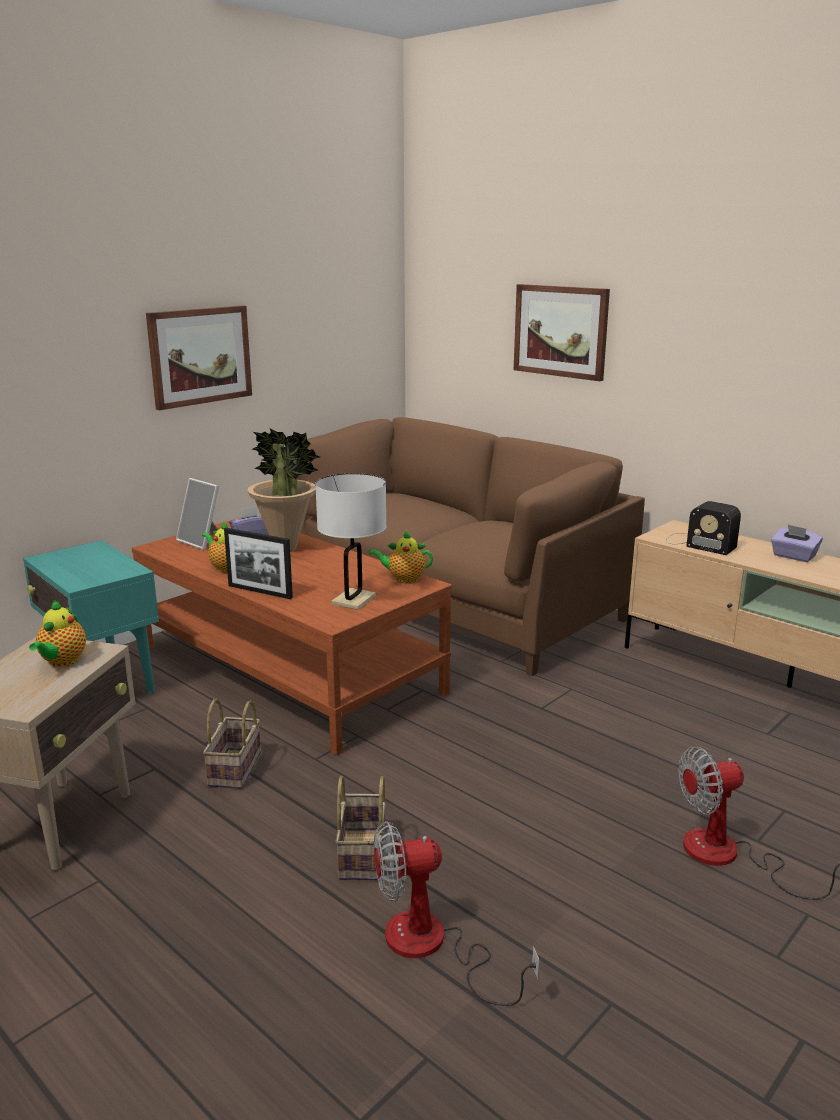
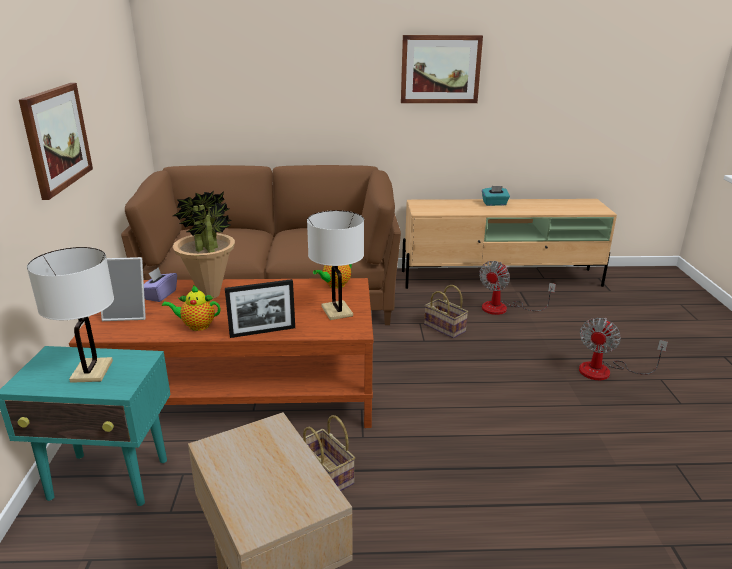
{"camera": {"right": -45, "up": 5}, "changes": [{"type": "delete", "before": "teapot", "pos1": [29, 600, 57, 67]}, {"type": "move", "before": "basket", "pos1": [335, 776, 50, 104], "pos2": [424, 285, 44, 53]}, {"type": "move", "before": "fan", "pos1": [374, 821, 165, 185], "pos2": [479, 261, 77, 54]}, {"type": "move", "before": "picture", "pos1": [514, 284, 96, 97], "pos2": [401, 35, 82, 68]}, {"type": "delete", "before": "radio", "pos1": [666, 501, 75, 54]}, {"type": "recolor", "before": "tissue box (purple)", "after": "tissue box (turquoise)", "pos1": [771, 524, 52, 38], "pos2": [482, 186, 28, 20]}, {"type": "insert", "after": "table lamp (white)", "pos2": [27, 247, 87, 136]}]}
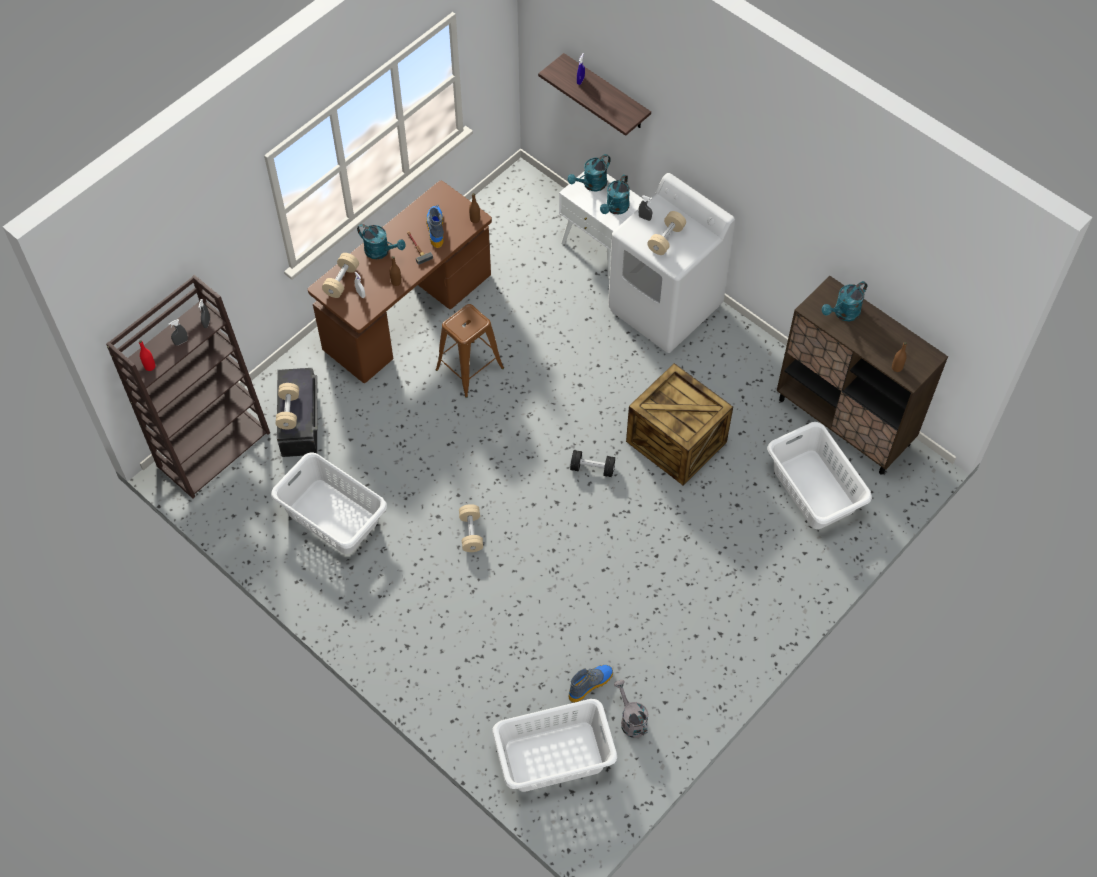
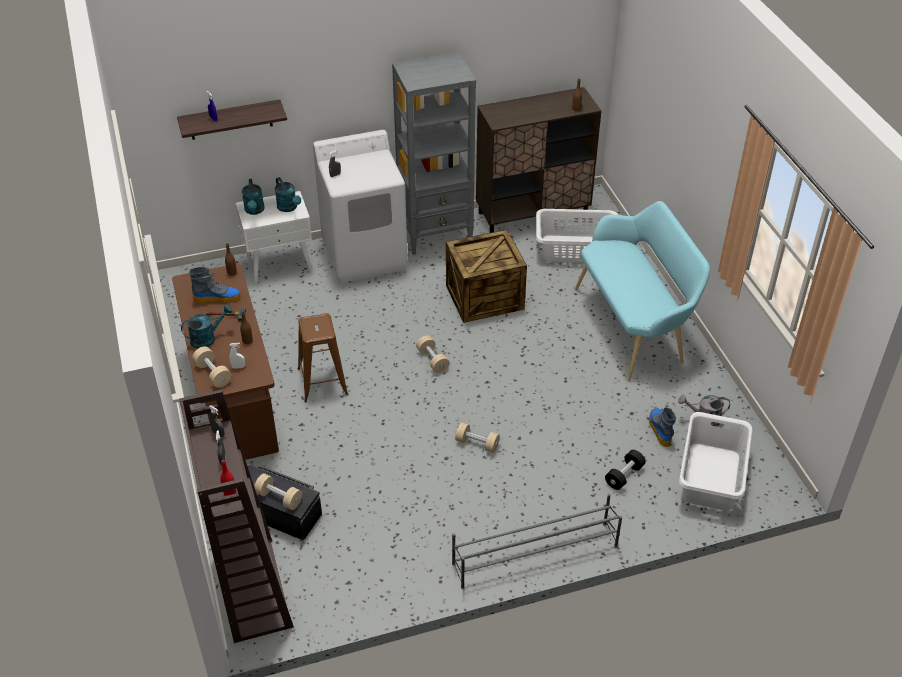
{"camera": {"right": -60, "up": -15}, "changes": [{"type": "delete", "before": "laundry basket (white)", "pos1": [271, 452, 116, 102]}, {"type": "rotate", "before": "boot", "pos1": [426, 205, 18, 43], "pos2": [189, 267, 51, 36], "turn": 150}, {"type": "move", "before": "dumbbell (black)", "pos1": [570, 450, 45, 27], "pos2": [605, 450, 40, 40]}, {"type": "move", "before": "dumbbell (beige)", "pos1": [647, 211, 39, 44], "pos2": [416, 336, 34, 37]}, {"type": "delete", "before": "watering can (turquoise)", "pos1": [822, 281, 45, 40]}, {"type": "insert", "after": "bookcase (grey)", "pos2": [392, 52, 84, 203]}, {"type": "insert", "after": "shoe rack (grey)", "pos2": [452, 493, 170, 96]}, {"type": "insert", "after": "bench (turquoise)", "pos2": [575, 201, 135, 180]}]}
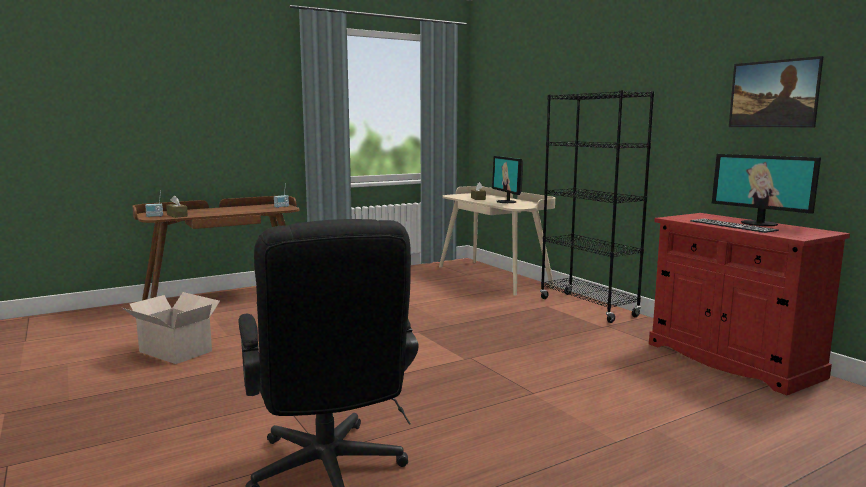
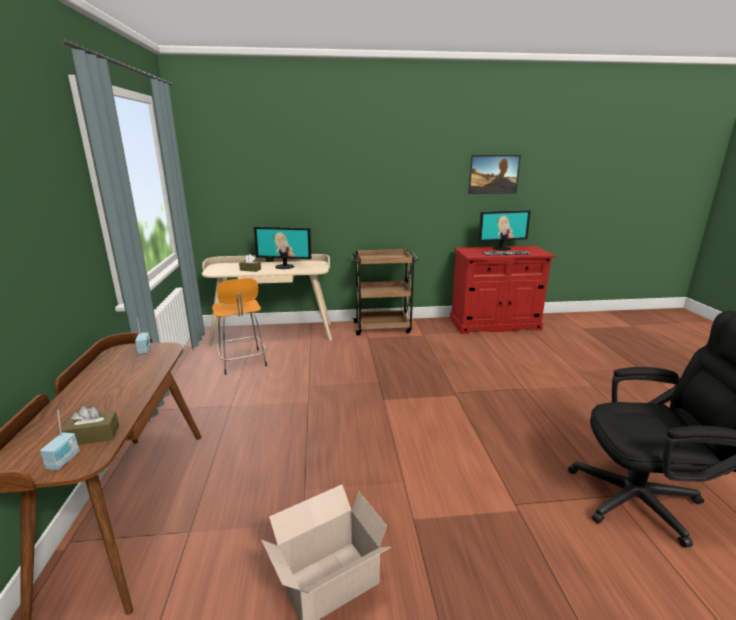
{"camera": {"right": -65, "up": 10}, "changes": [{"type": "replace", "before": "bookcase (black)", "after": "cart (brown)", "pos1": [540, 90, 114, 233], "pos2": [351, 249, 68, 87]}, {"type": "insert", "after": "stool (orange)", "pos2": [212, 278, 55, 97]}]}
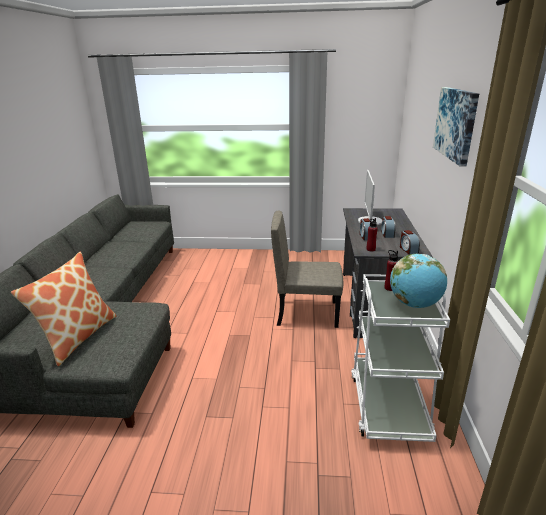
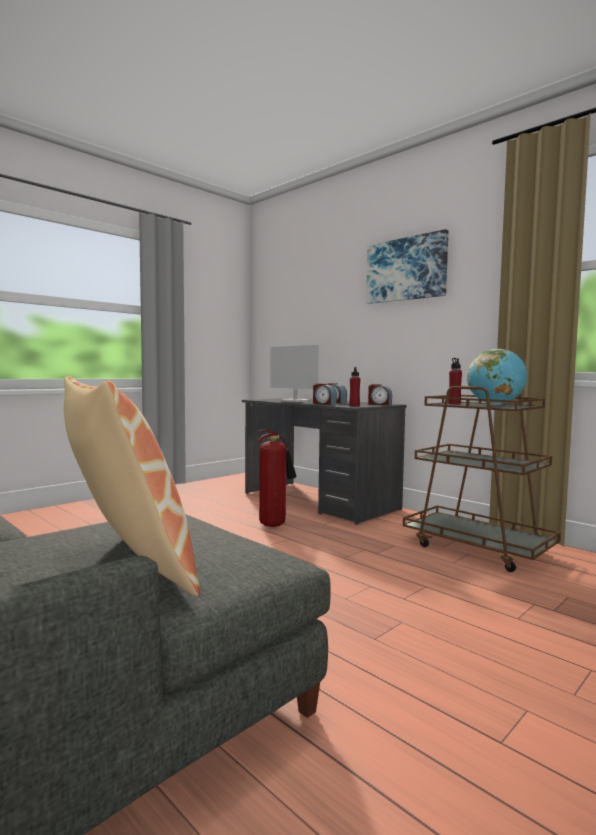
{"camera": {"right": -50, "up": -20}, "changes": [{"type": "replace", "before": "chair (beige)", "after": "fire extinguisher", "pos1": [271, 210, 73, 118], "pos2": [258, 430, 38, 97]}, {"type": "recolor", "before": "cart (white)", "after": "cart (brown)", "pos1": [351, 274, 99, 168], "pos2": [403, 386, 158, 186]}]}
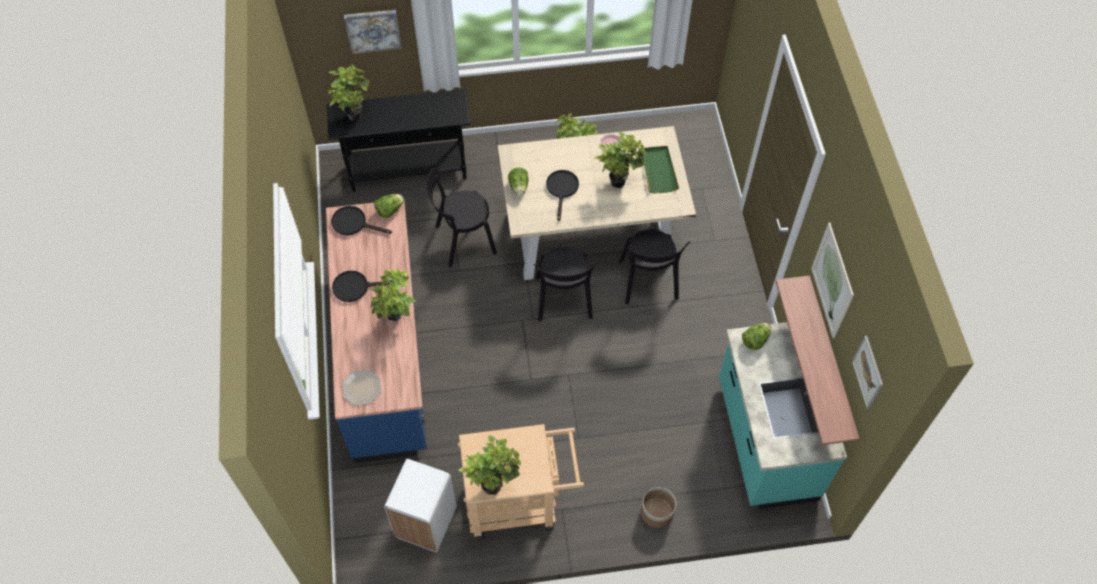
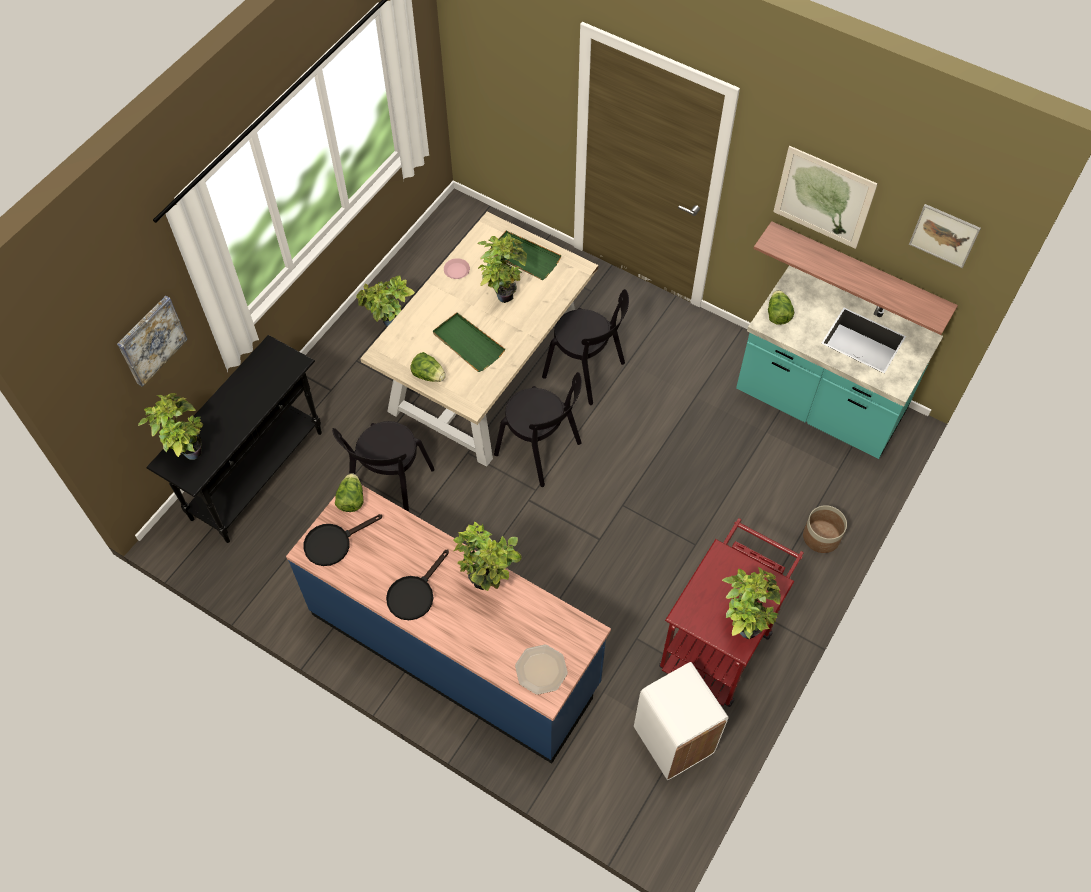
{"camera": {"right": -50, "up": 0}, "changes": [{"type": "recolor", "before": "cart (beige)", "after": "cart (red)", "pos1": [458, 424, 126, 116], "pos2": [659, 518, 145, 189]}, {"type": "replace", "before": "frying pan (black)", "after": "tray (green)", "pos1": [546, 170, 33, 51], "pos2": [433, 312, 72, 60]}]}
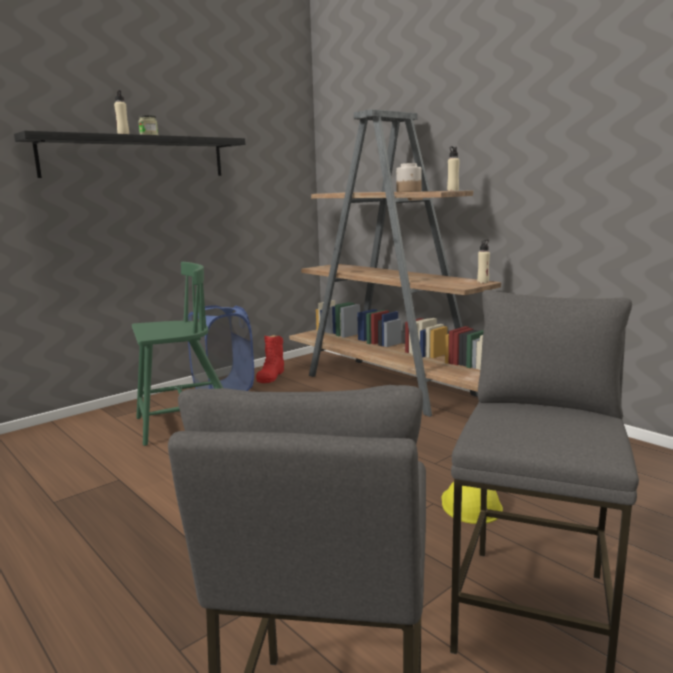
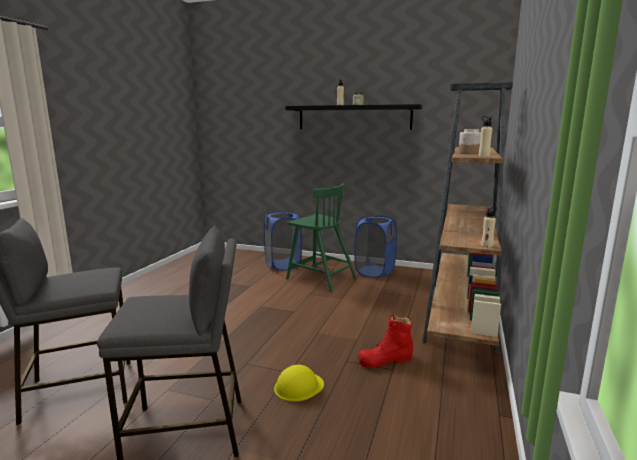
{"camera": {"right": 60, "up": 0}, "changes": [{"type": "move", "before": "boot (red)", "pos1": [256, 335, 28, 48], "pos2": [359, 315, 54, 53]}, {"type": "insert", "after": "laundry basket (blue)", "pos2": [264, 211, 38, 60]}]}
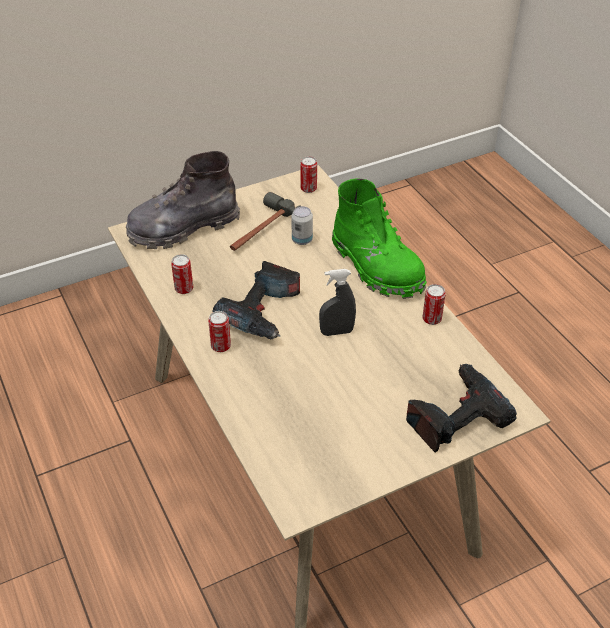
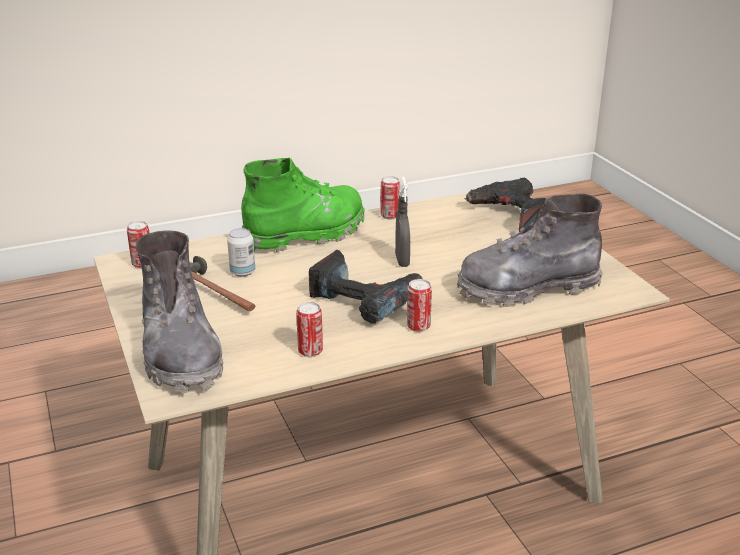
{"camera": {"right": -85, "up": -15}, "changes": [{"type": "insert", "after": "boot (grey)", "pos2": [457, 194, 146, 113]}]}
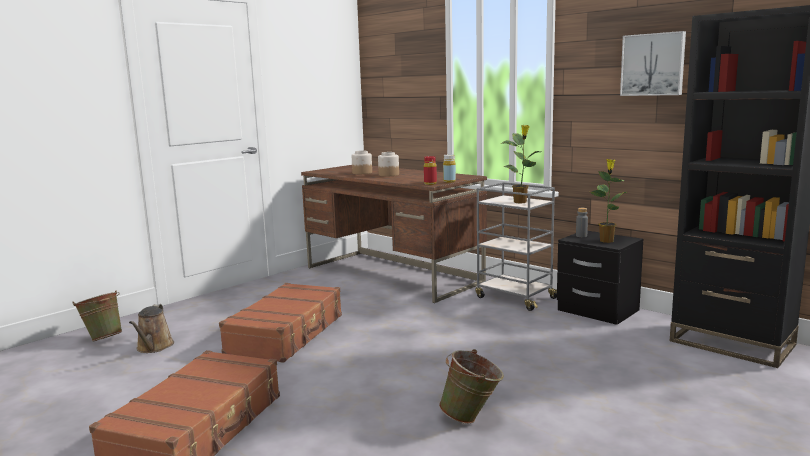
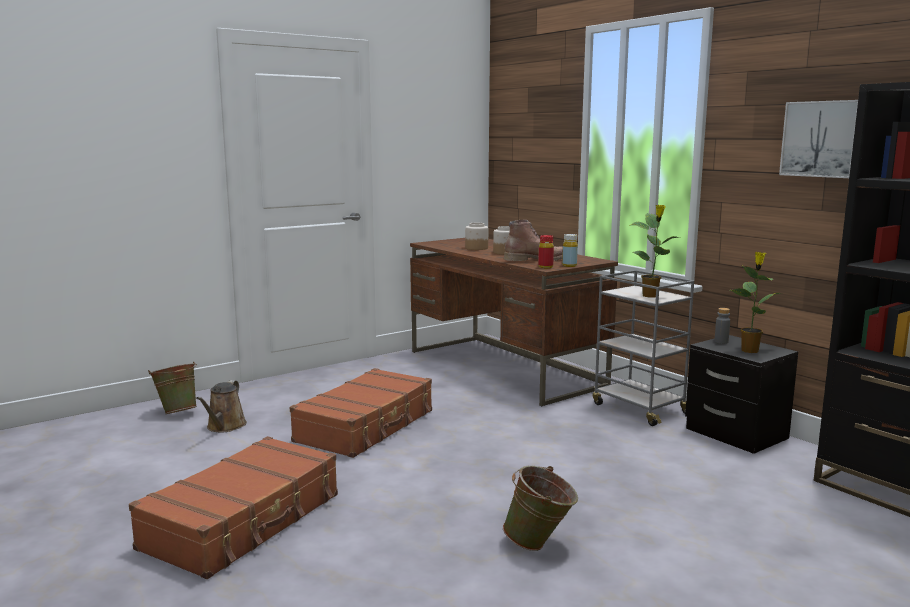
{"camera": {"right": 10, "up": 0}, "changes": [{"type": "insert", "after": "boot (brown)", "pos2": [504, 220, 59, 41]}]}
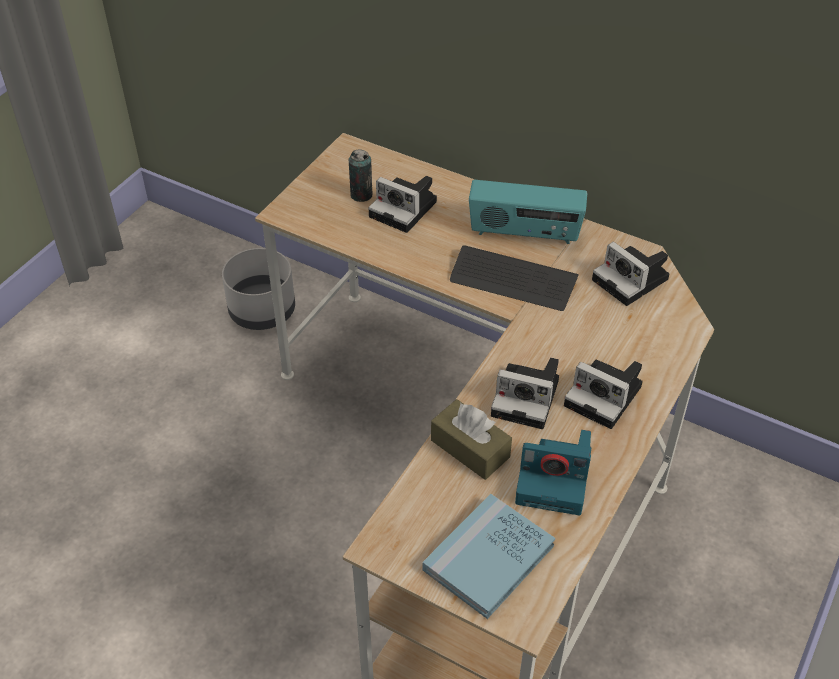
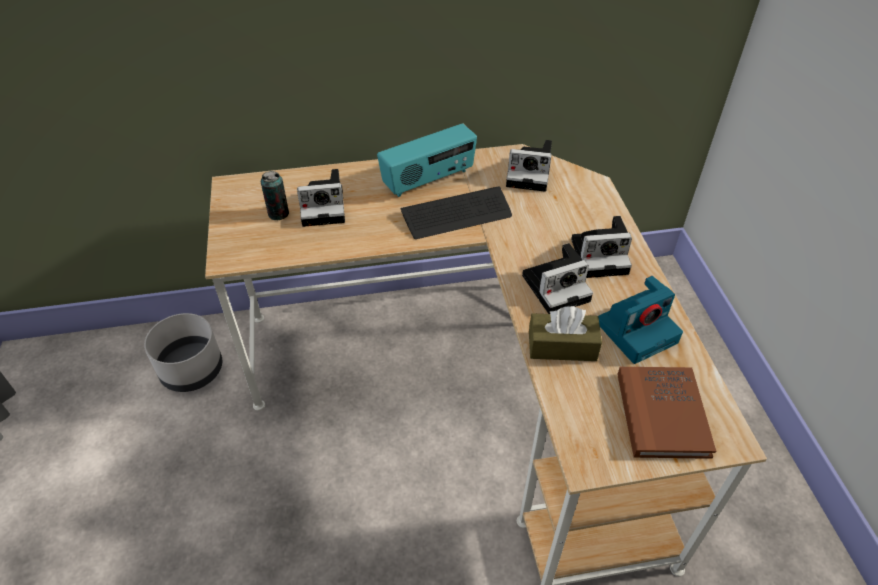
{"camera": {"right": -40, "up": 0}, "changes": [{"type": "recolor", "before": "book (blue)", "after": "book (brown)", "pos1": [422, 494, 133, 125], "pos2": [617, 367, 99, 92]}]}
